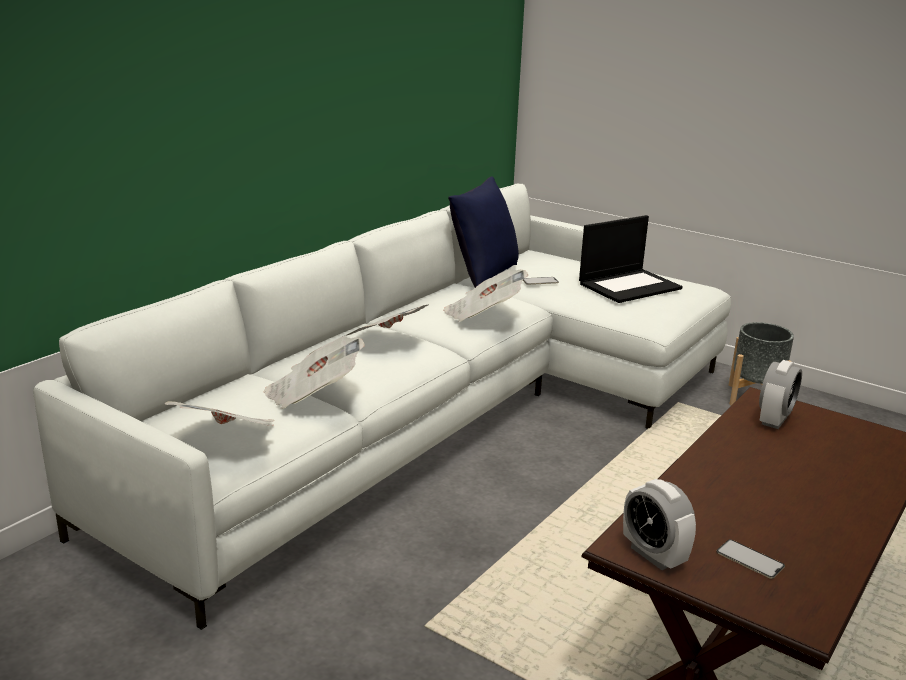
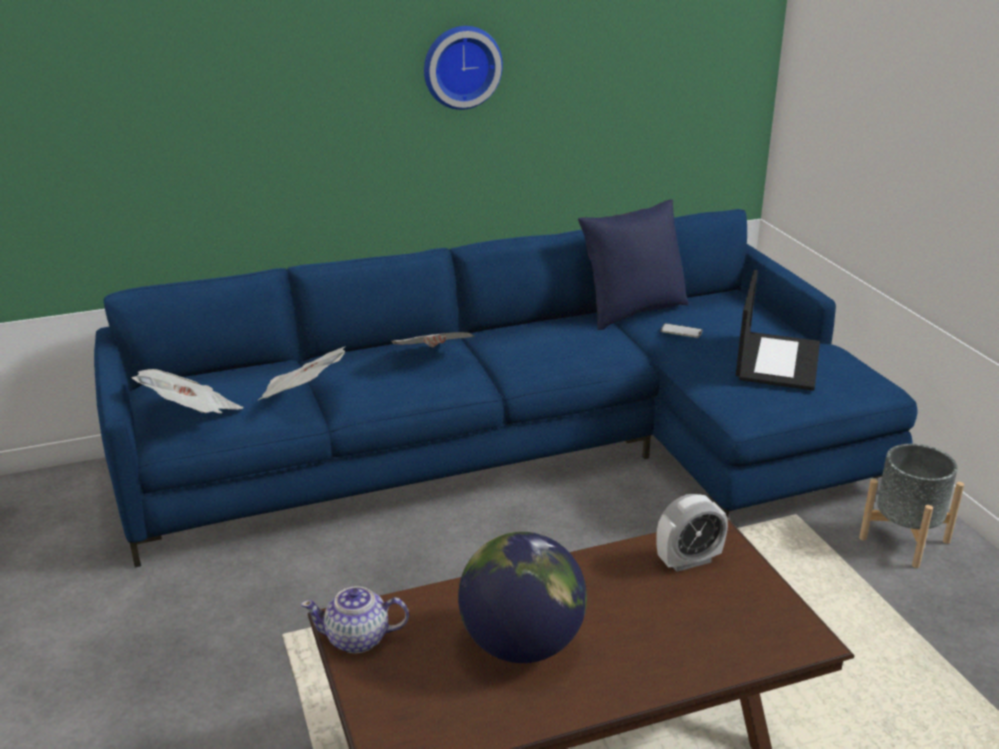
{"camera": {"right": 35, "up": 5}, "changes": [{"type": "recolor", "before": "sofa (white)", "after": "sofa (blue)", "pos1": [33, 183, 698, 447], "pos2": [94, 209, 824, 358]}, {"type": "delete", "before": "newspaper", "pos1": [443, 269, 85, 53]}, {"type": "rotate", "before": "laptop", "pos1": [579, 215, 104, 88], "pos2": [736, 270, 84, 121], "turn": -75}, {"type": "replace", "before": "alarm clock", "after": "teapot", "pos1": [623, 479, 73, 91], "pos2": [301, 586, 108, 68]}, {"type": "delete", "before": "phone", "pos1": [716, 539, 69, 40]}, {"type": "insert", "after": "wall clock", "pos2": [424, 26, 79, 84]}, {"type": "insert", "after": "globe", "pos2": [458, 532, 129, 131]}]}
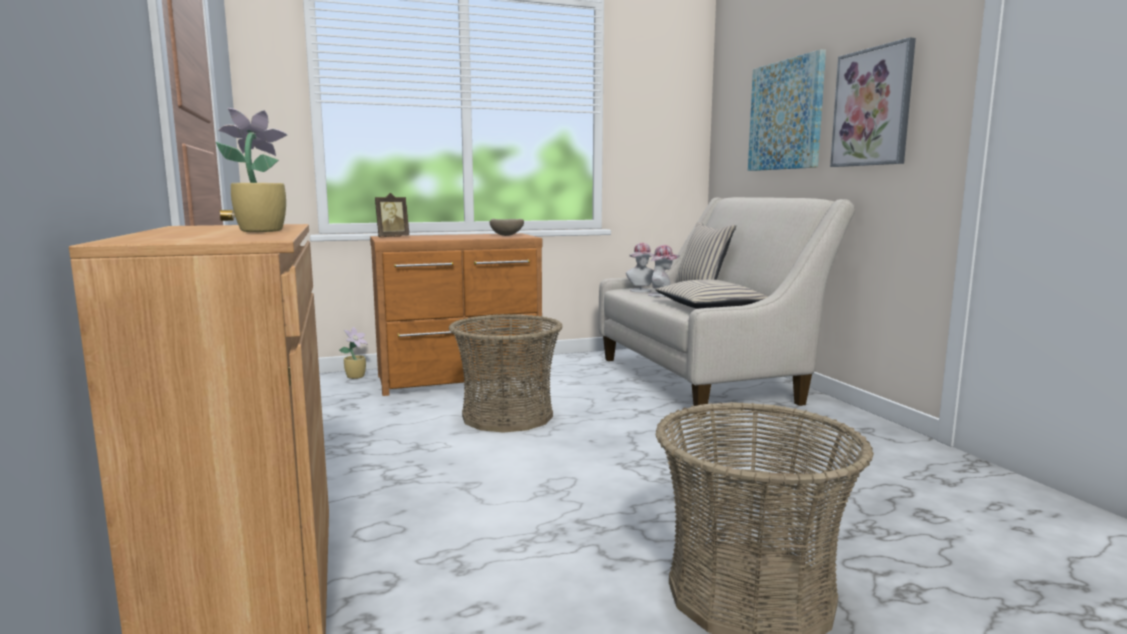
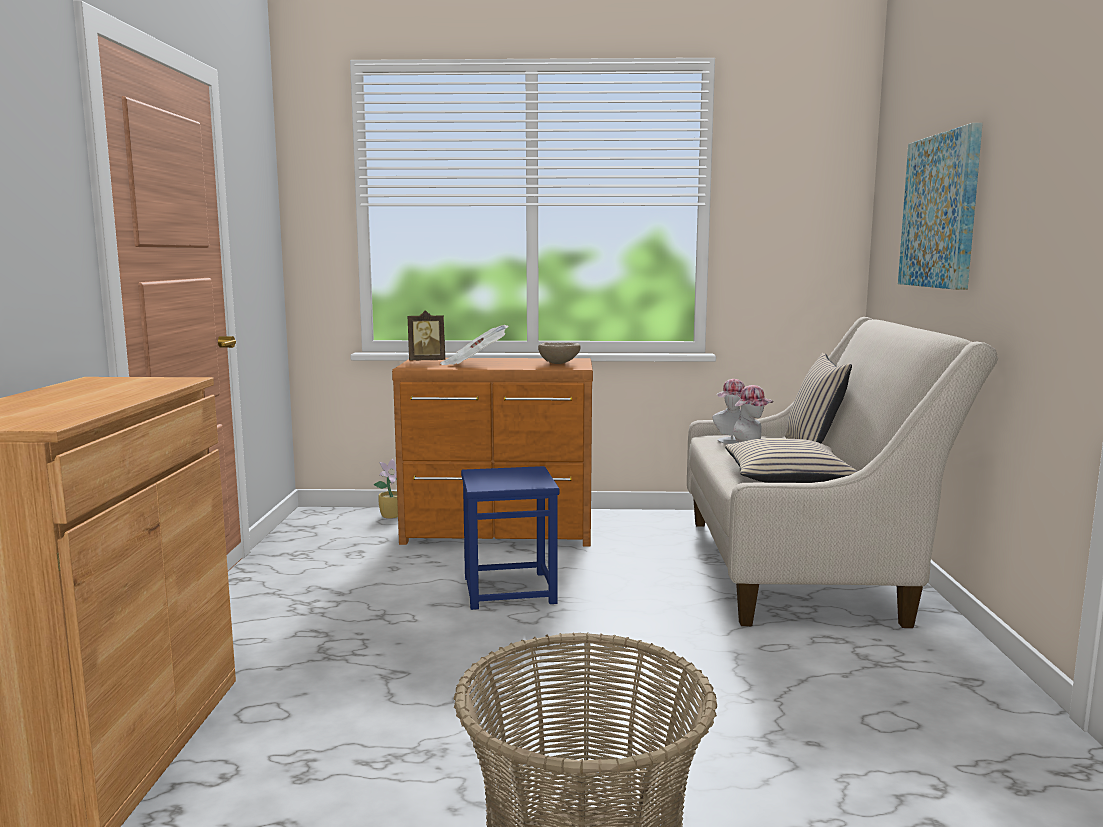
{"camera": {"right": 20, "up": 0}, "changes": [{"type": "delete", "before": "potted plant", "pos1": [216, 108, 72, 124]}, {"type": "replace", "before": "basket", "after": "stool (blue)", "pos1": [449, 314, 114, 119], "pos2": [461, 466, 98, 144]}, {"type": "delete", "before": "picture", "pos1": [830, 37, 86, 130]}, {"type": "insert", "after": "newspaper", "pos2": [440, 325, 69, 40]}]}
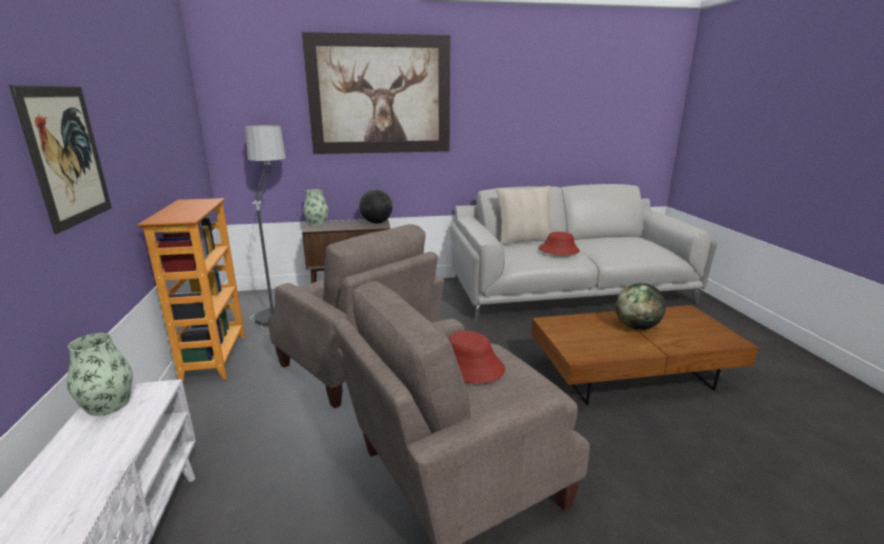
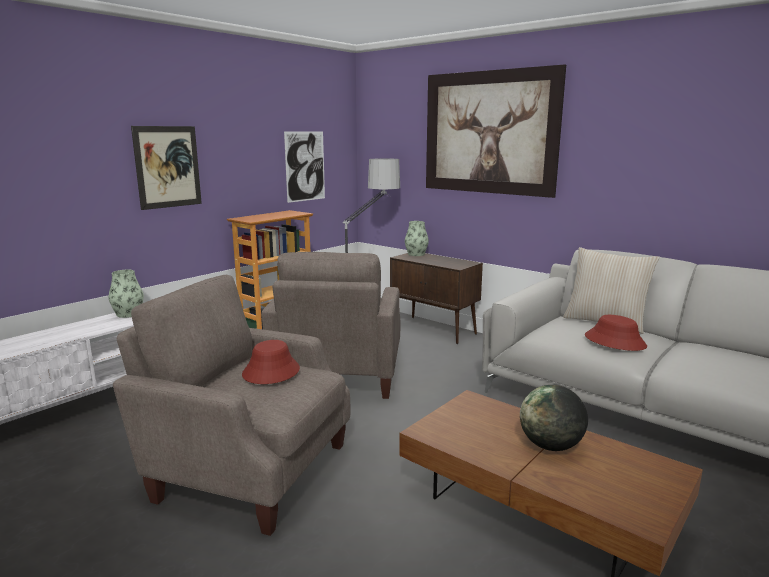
{"camera": {"right": 50, "up": -5}, "changes": [{"type": "delete", "before": "globe", "pos1": [359, 189, 33, 34]}, {"type": "insert", "after": "picture", "pos2": [284, 131, 41, 72]}]}
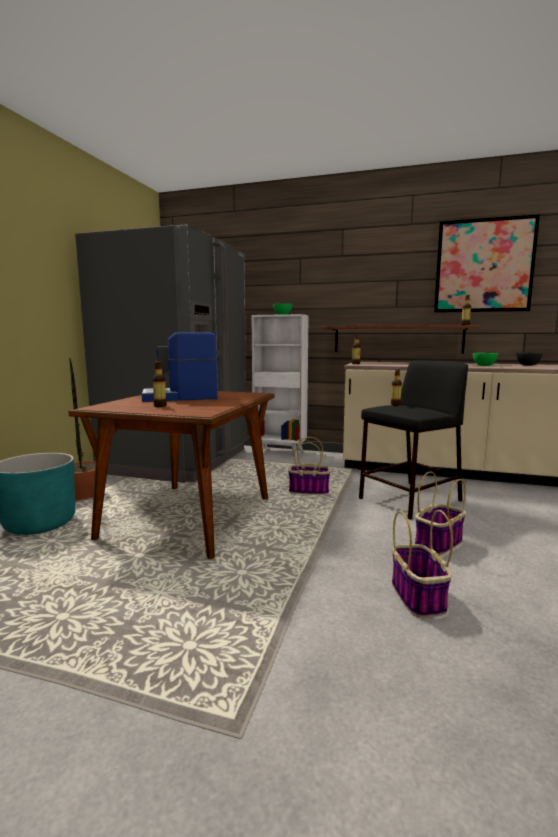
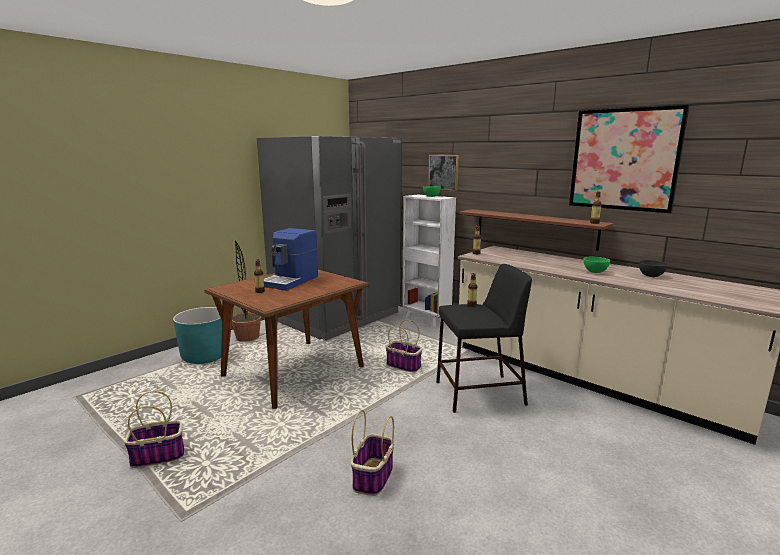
{"camera": {"right": 25, "up": 5}, "changes": [{"type": "rotate", "before": "coffee machine", "pos1": [142, 332, 76, 70], "pos2": [264, 228, 54, 63], "turn": -75}, {"type": "move", "before": "basket", "pos1": [415, 471, 51, 84], "pos2": [124, 391, 60, 77]}, {"type": "insert", "after": "picture", "pos2": [428, 155, 31, 36]}]}
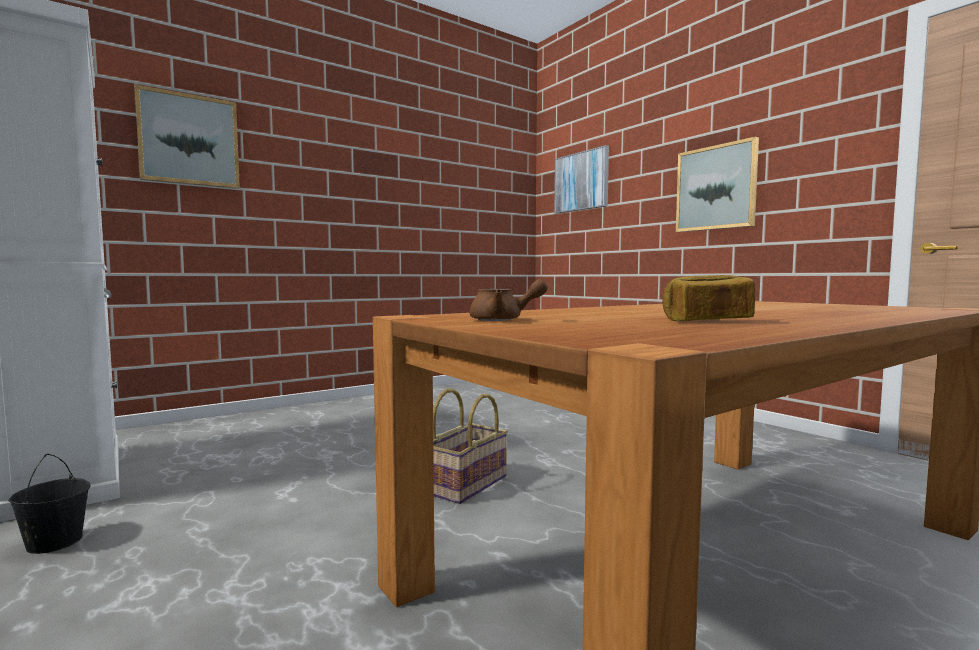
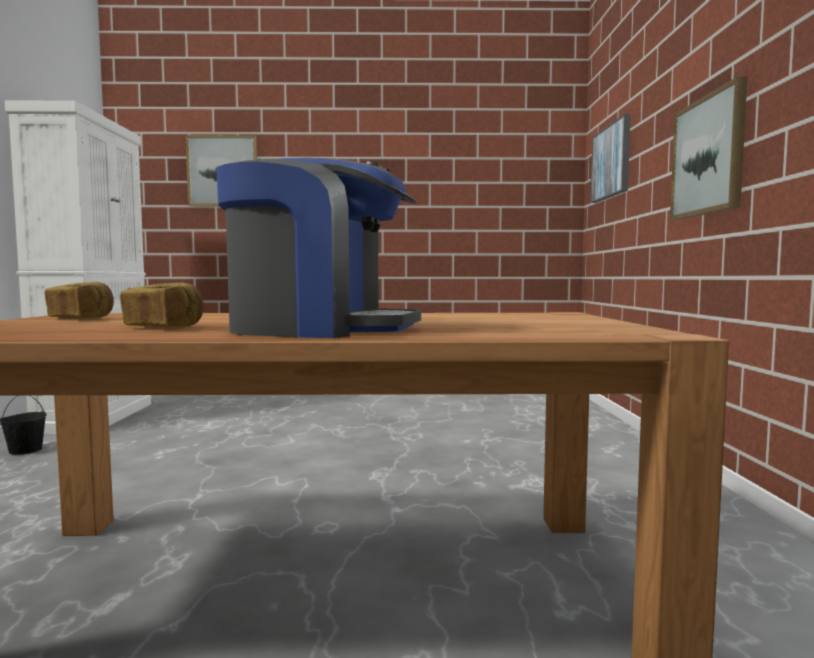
{"camera": {"right": 35, "up": 0}, "changes": [{"type": "delete", "before": "basket", "pos1": [433, 388, 75, 116]}, {"type": "replace", "before": "teapot (brown)", "after": "bread", "pos1": [470, 279, 78, 42], "pos2": [45, 282, 69, 36]}, {"type": "insert", "after": "coffee machine", "pos2": [217, 158, 204, 180]}]}
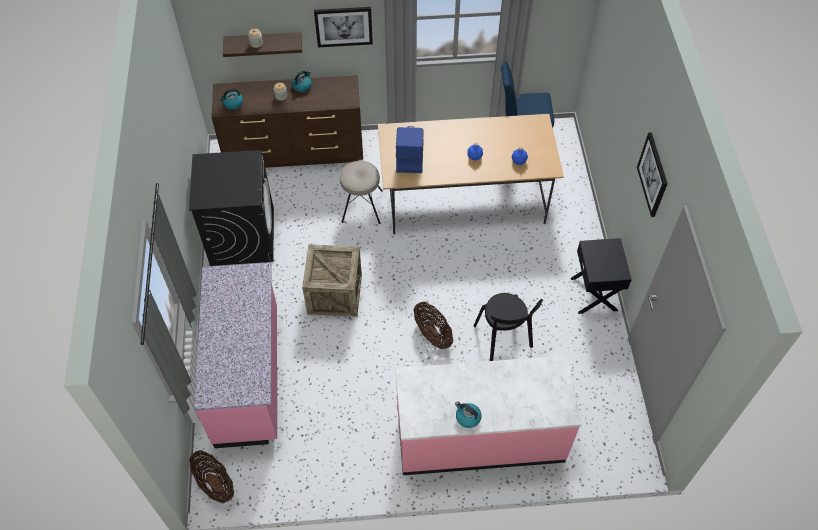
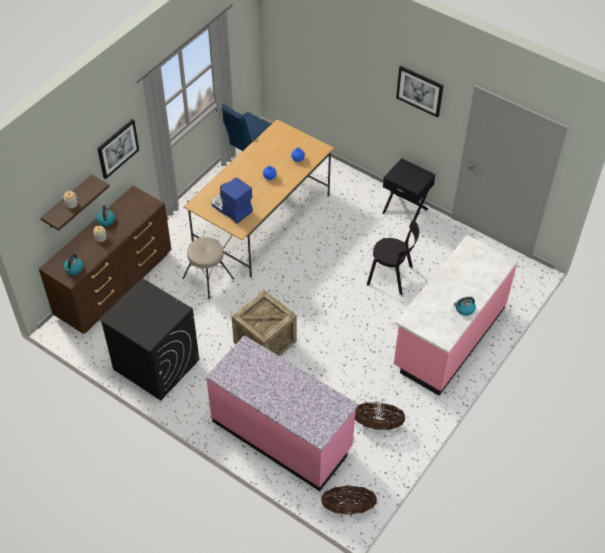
{"camera": {"right": -50, "up": -5}, "changes": [{"type": "move", "before": "basket", "pos1": [414, 302, 39, 47], "pos2": [355, 402, 50, 28]}]}
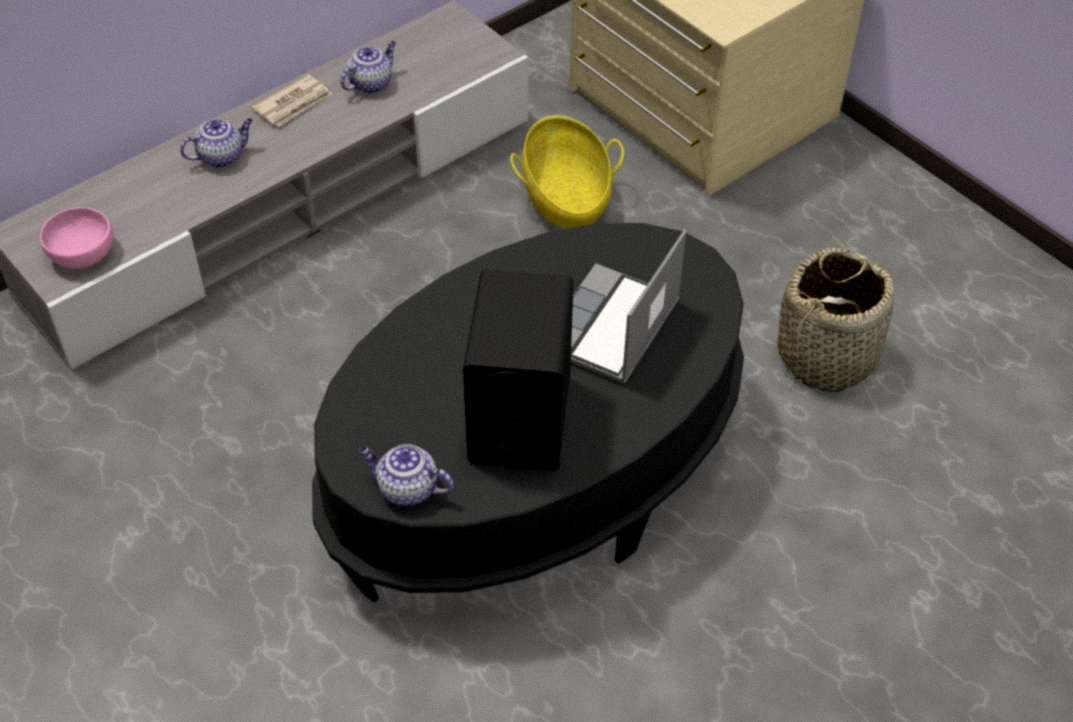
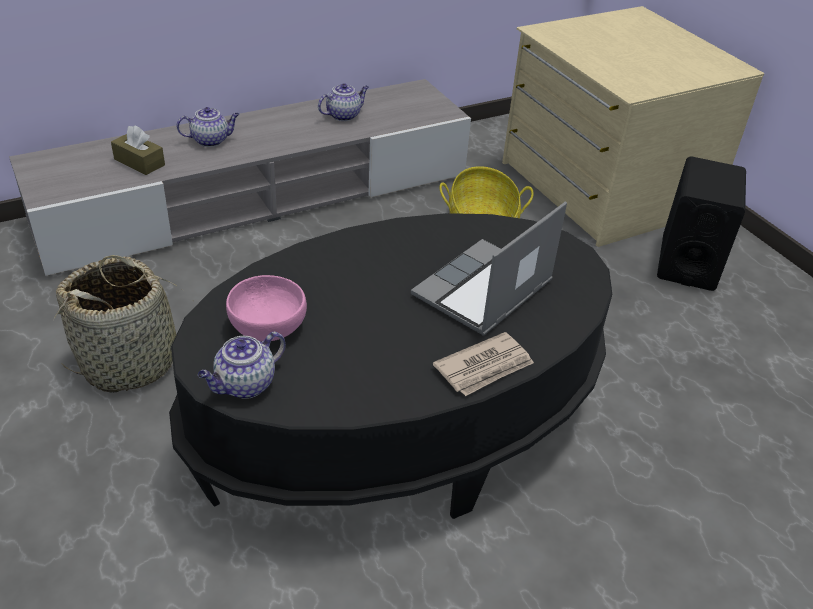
{"camera": {"right": 10, "up": -10}, "changes": [{"type": "move", "before": "bowl (pink)", "pos1": [40, 207, 74, 62], "pos2": [226, 275, 81, 66]}, {"type": "move", "before": "newspaper", "pos1": [252, 74, 80, 53], "pos2": [433, 332, 101, 64]}, {"type": "rotate", "before": "teapot", "pos1": [359, 444, 94, 62], "pos2": [198, 332, 88, 67], "turn": -75}, {"type": "move", "before": "speaker (black)", "pos1": [463, 269, 111, 202], "pos2": [657, 156, 89, 135]}, {"type": "move", "before": "basket", "pos1": [777, 247, 117, 145], "pos2": [53, 255, 133, 137]}, {"type": "insert", "after": "tissue box (brown)", "pos2": [111, 125, 54, 50]}]}
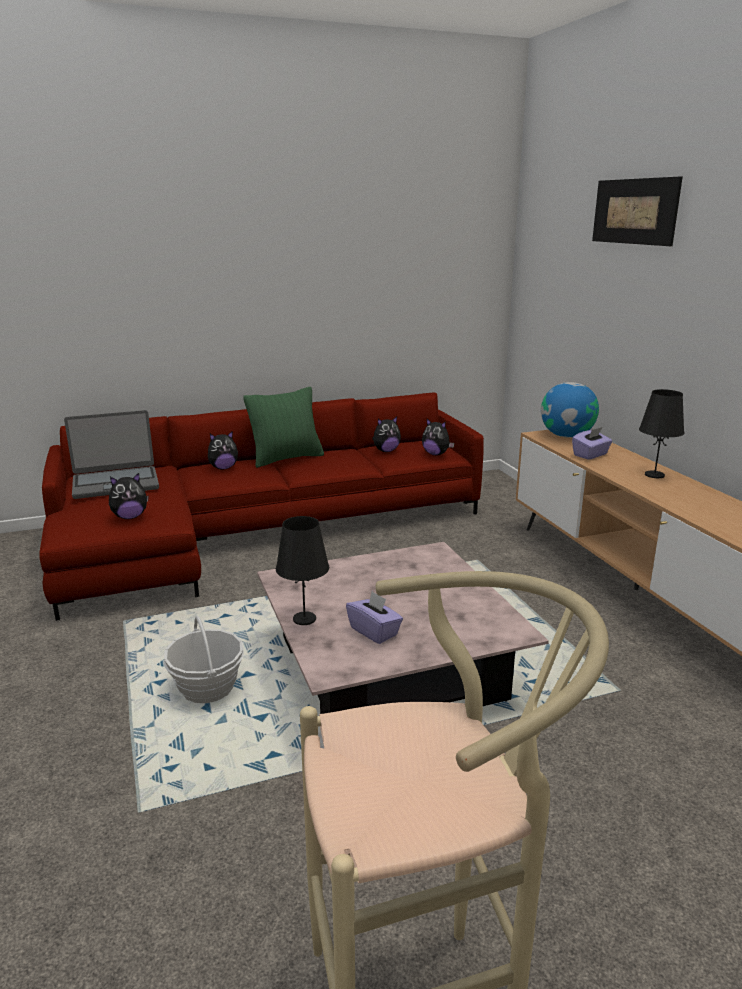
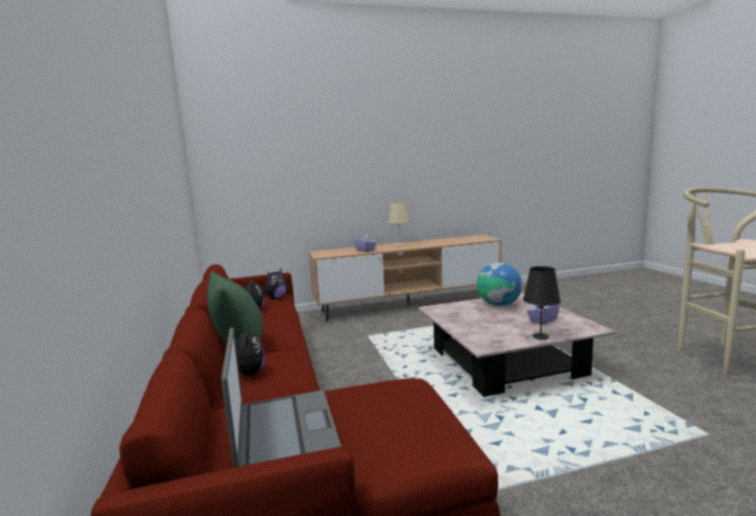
{"camera": {"right": -85, "up": -10}, "changes": [{"type": "delete", "before": "plush toy", "pos1": [109, 473, 40, 46]}, {"type": "delete", "before": "basket", "pos1": [164, 616, 80, 87]}, {"type": "move", "before": "globe", "pos1": [541, 382, 58, 55], "pos2": [477, 263, 45, 43]}, {"type": "delete", "before": "picture", "pos1": [592, 177, 91, 69]}, {"type": "recolor", "before": "table lamp (black)", "after": "table lamp (beige)", "pos1": [639, 389, 45, 89], "pos2": [388, 202, 21, 44]}]}
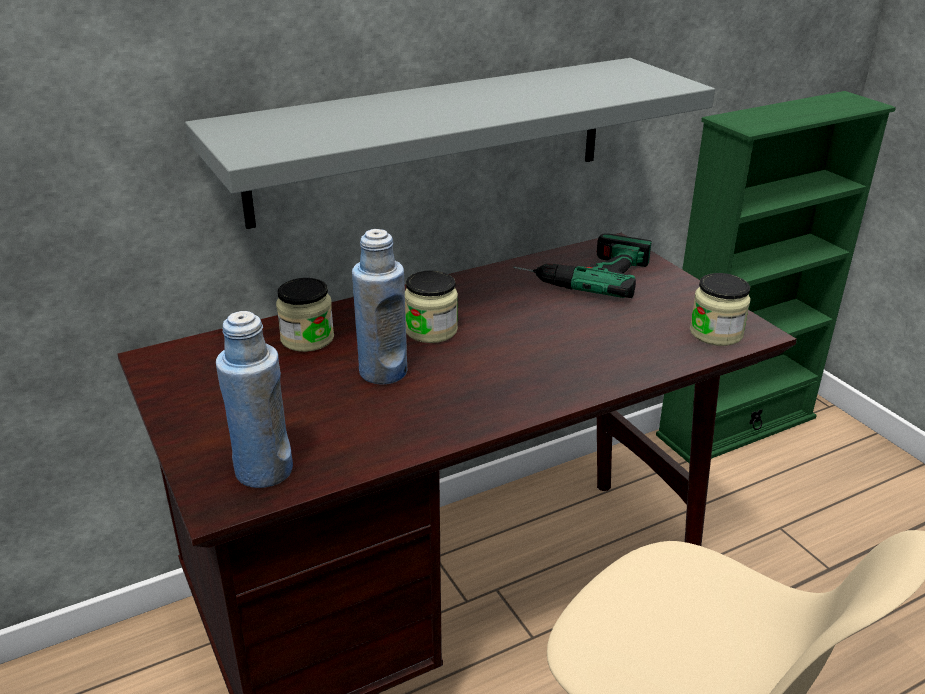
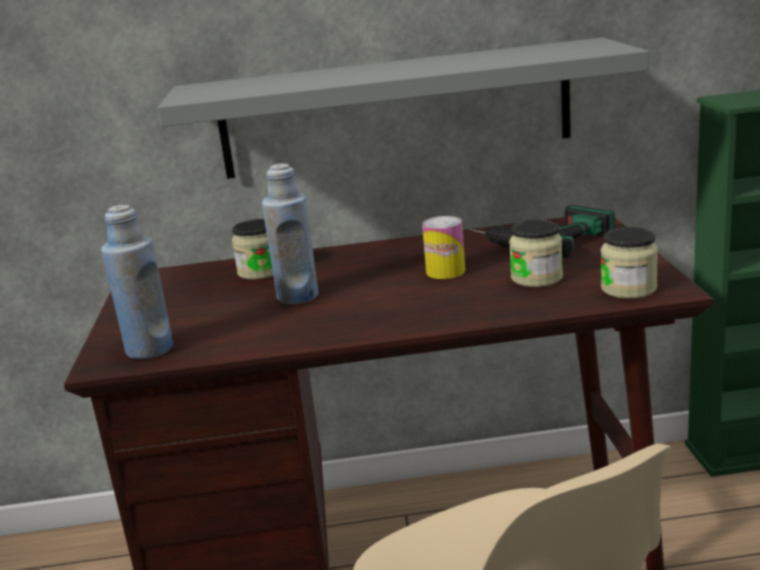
{"camera": {"right": 25, "up": -10}, "changes": [{"type": "move", "before": "jar", "pos1": [405, 271, 53, 72], "pos2": [509, 220, 54, 67]}, {"type": "insert", "after": "can", "pos2": [422, 216, 43, 63]}]}
